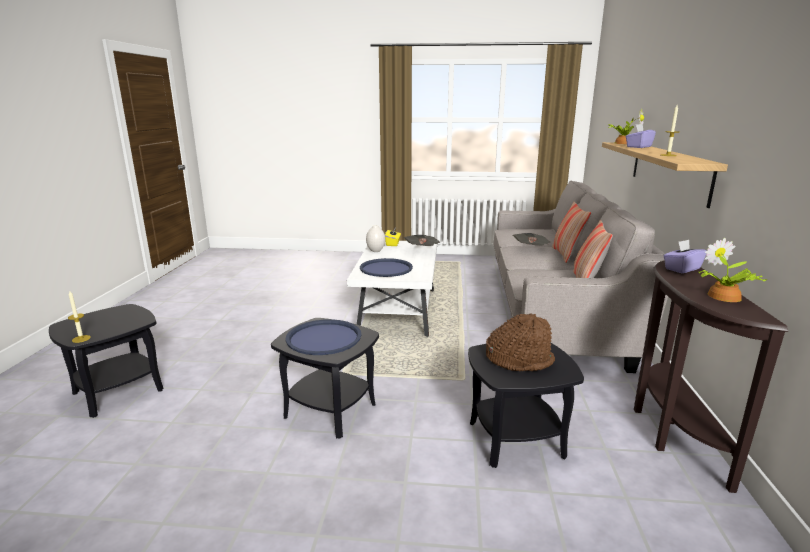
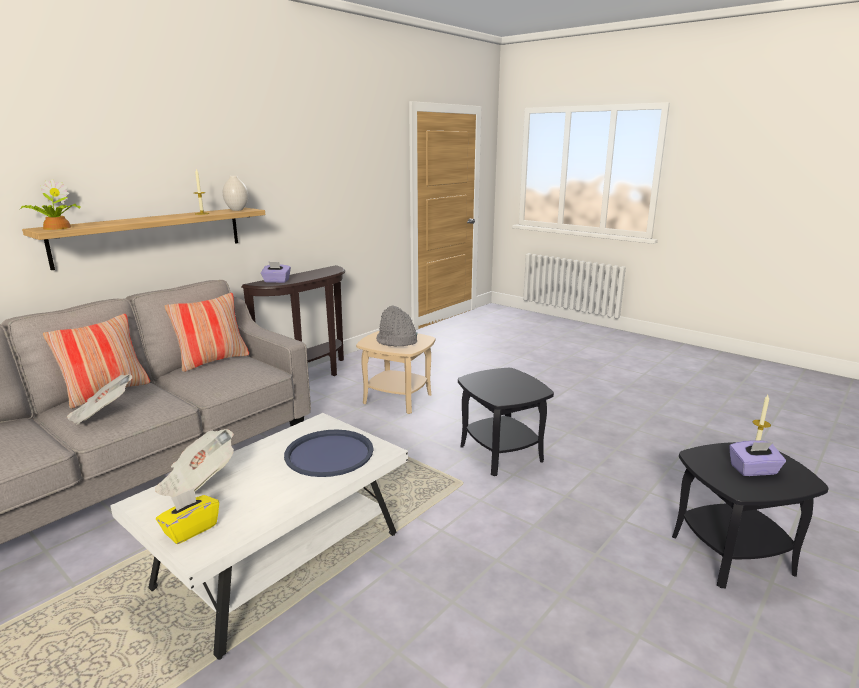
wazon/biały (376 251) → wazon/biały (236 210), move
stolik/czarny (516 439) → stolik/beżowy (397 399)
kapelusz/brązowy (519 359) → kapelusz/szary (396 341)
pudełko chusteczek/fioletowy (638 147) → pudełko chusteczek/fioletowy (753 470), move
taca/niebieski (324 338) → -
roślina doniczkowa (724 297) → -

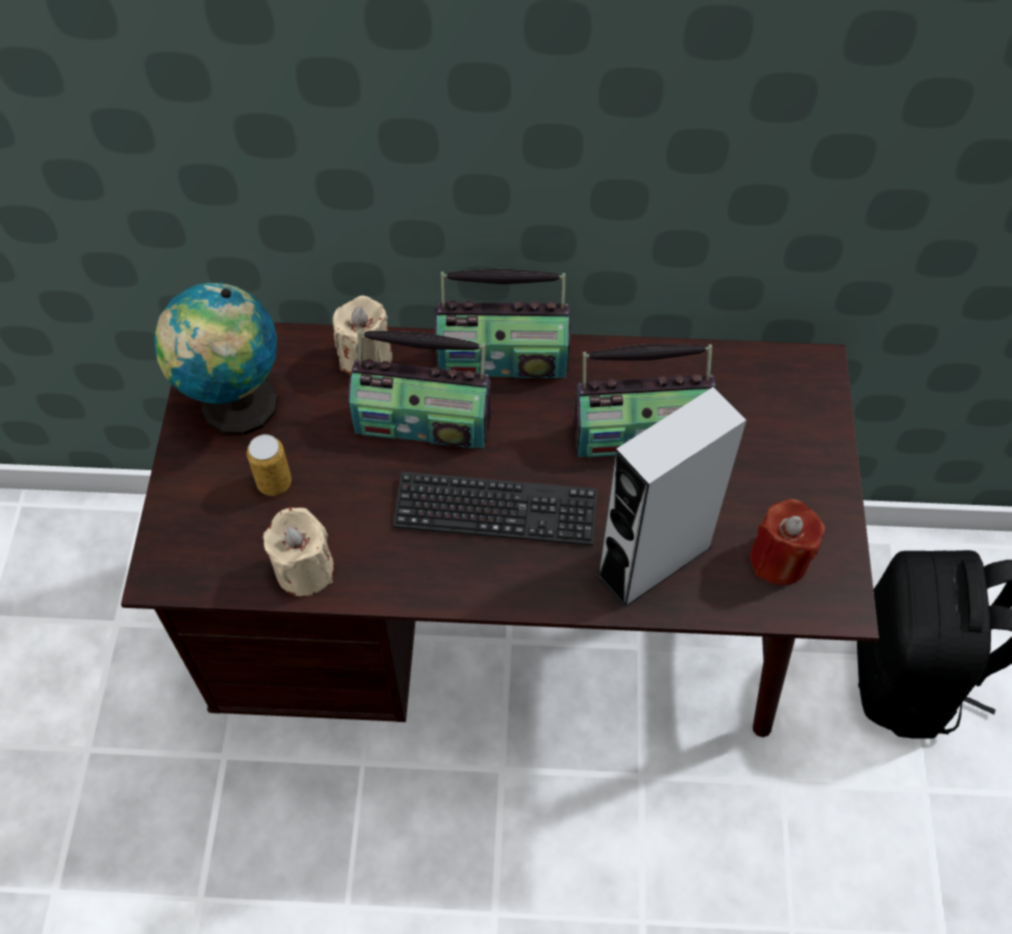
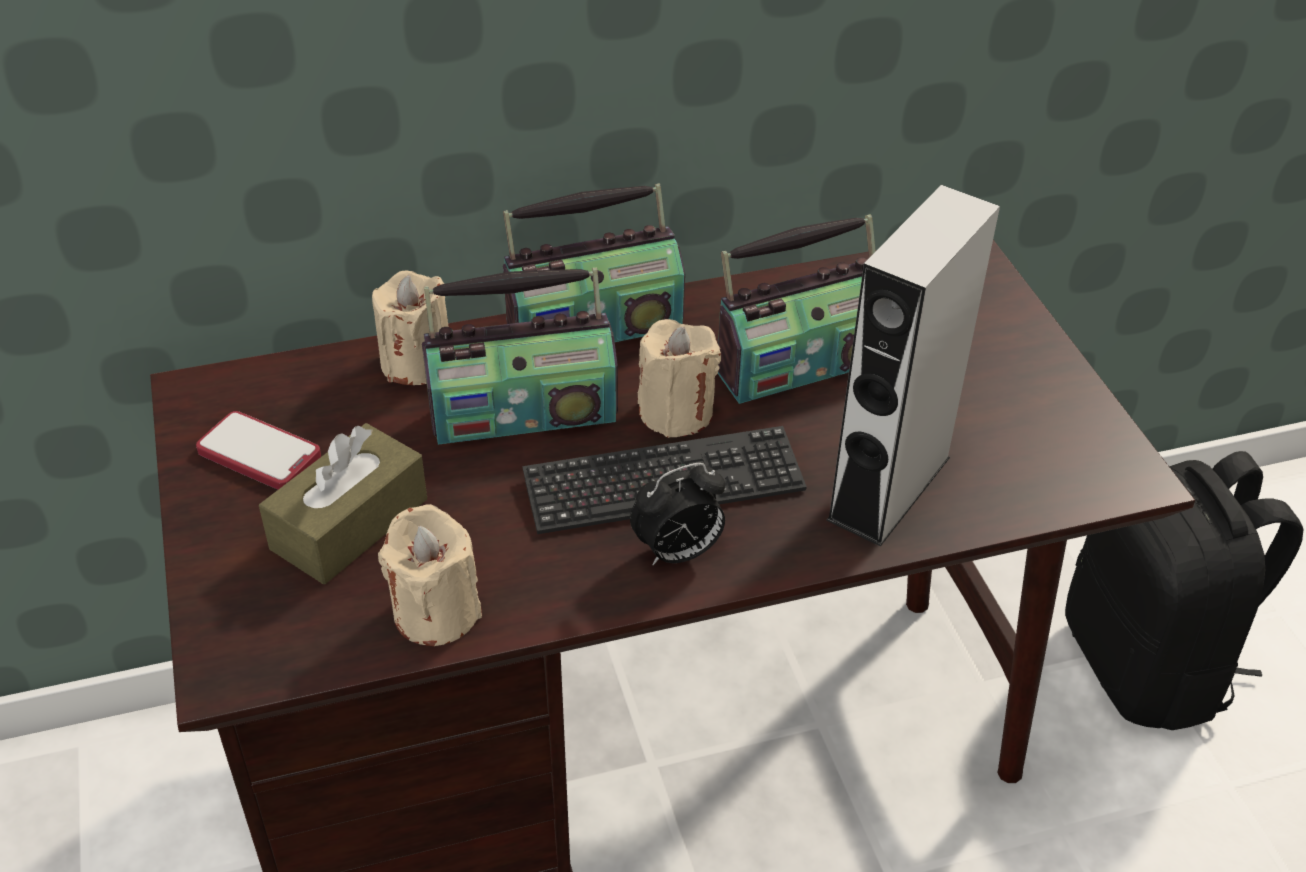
globus (235 407) → telefon (259 453)
puszka (274 482) → pudełko chusteczek/brązowy (349 524)
- → budzik (678 553)
- → świeca/beżowy (676 412)
świeca/czerwony (779 559) → -

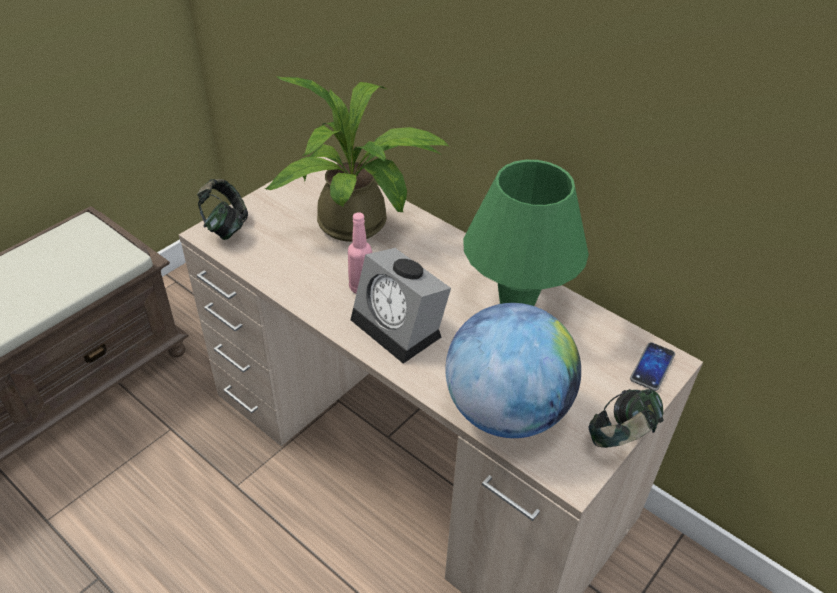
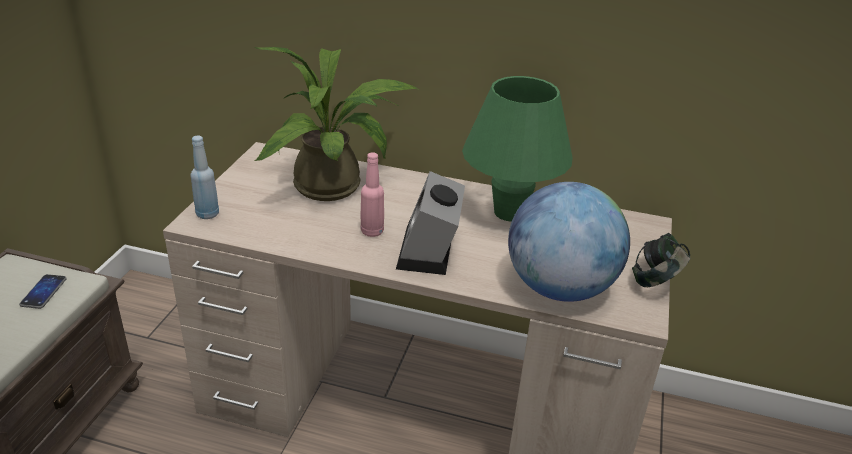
telefon (652 367) → telefon (44 292), move
słuchawki (225 227) → butelka/niebieski (208 214)
budzik (401 327) → budzik (429 252), 75 degrees clockwise

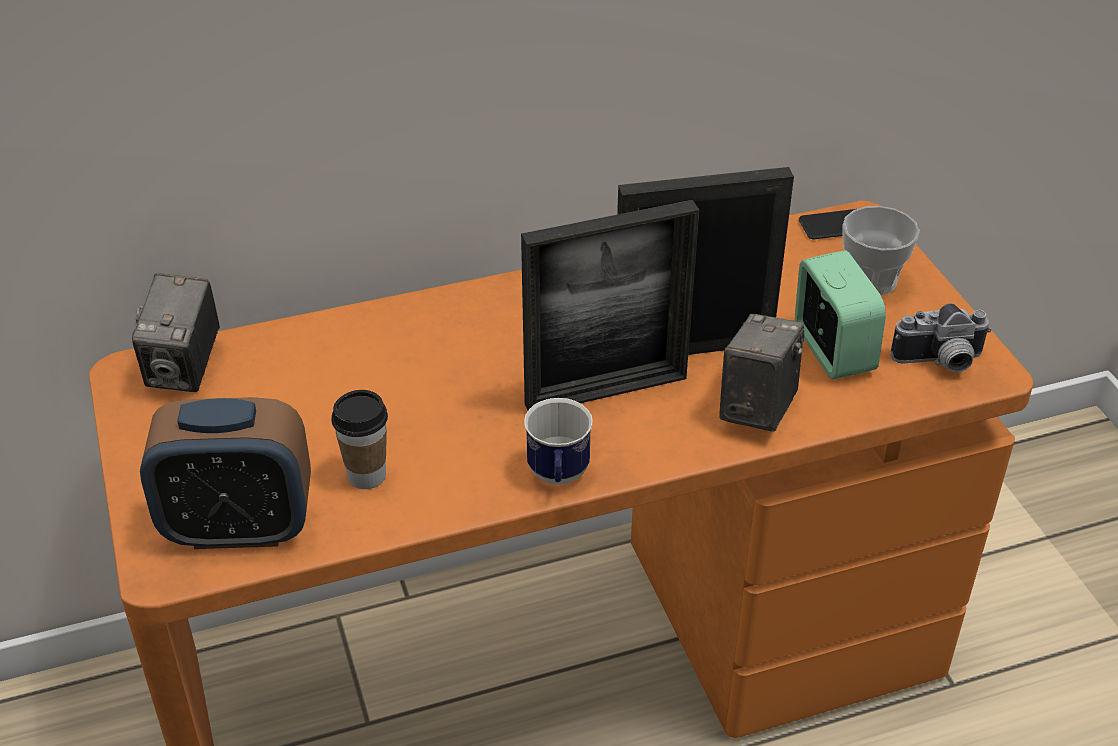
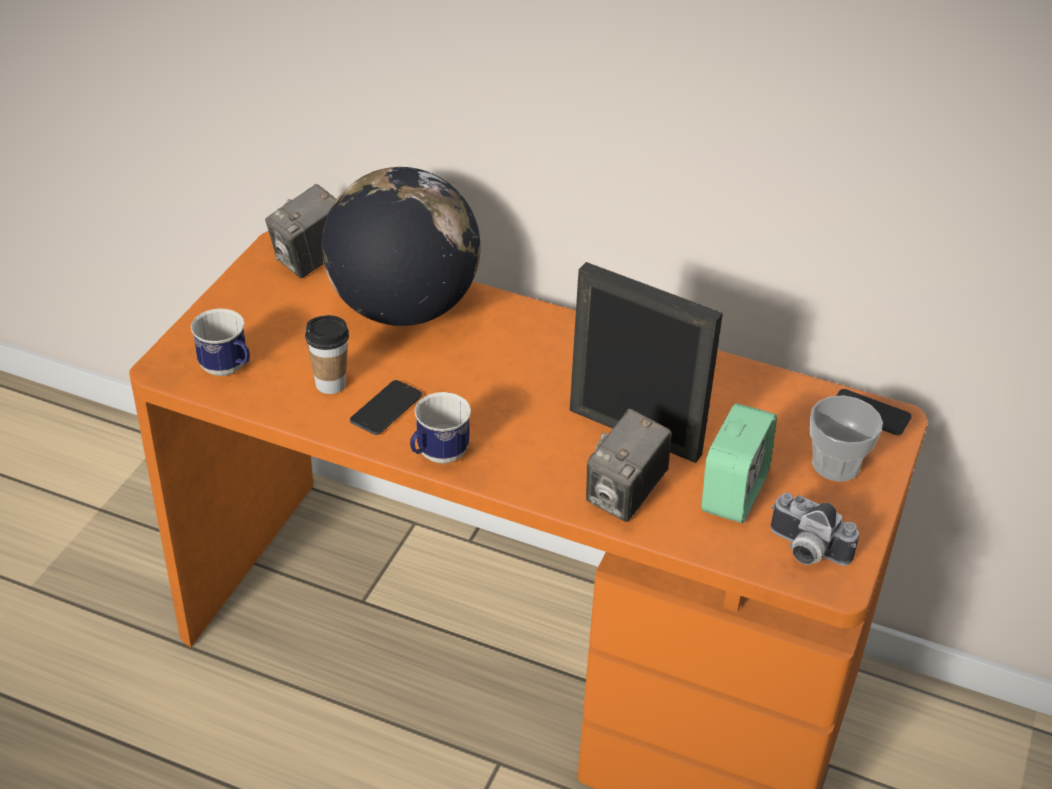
budzik (239 527) → kubek (228 369)
- → globus (403 308)
- → telefon (386 408)
aparat fotograficzny (757 407) → aparat fotograficzny (625 496), 150 degrees clockwise
ramka na zdjęcie (606 391) → -

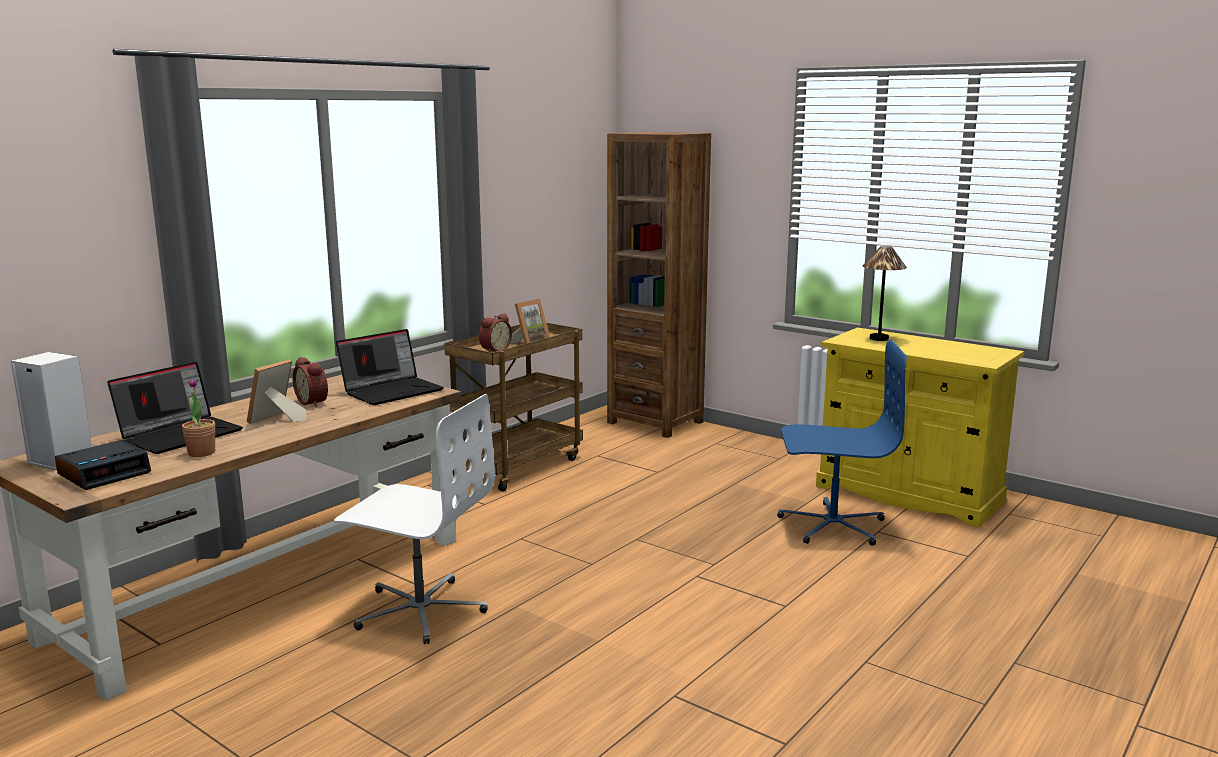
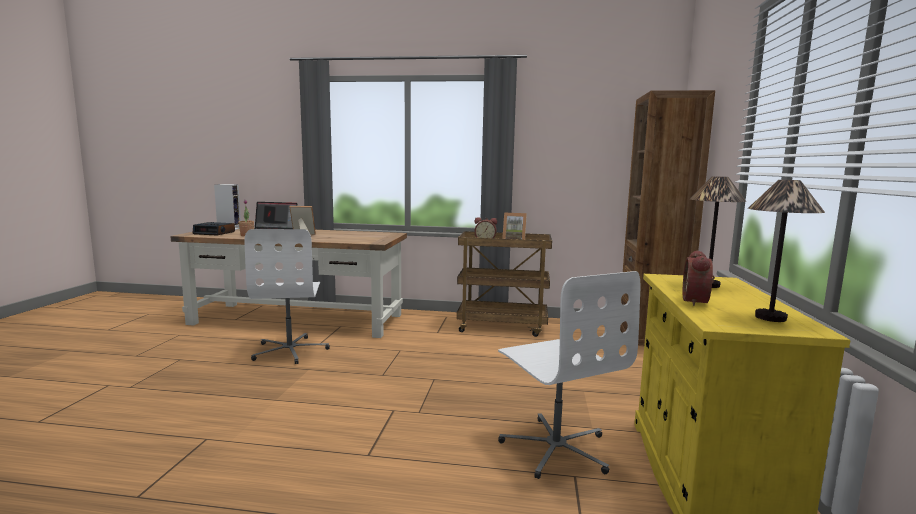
krzesło biurowe/niebieski (832 525) → krzesło biurowe/biały (556 448)
budzik (314 402) → budzik (698 302), move
- → lampa stołowa (770 317)
laptop (392 391) → -

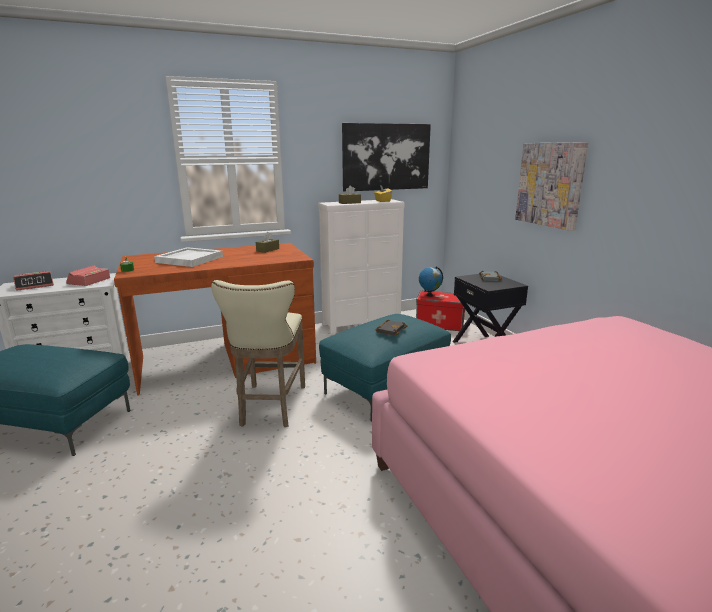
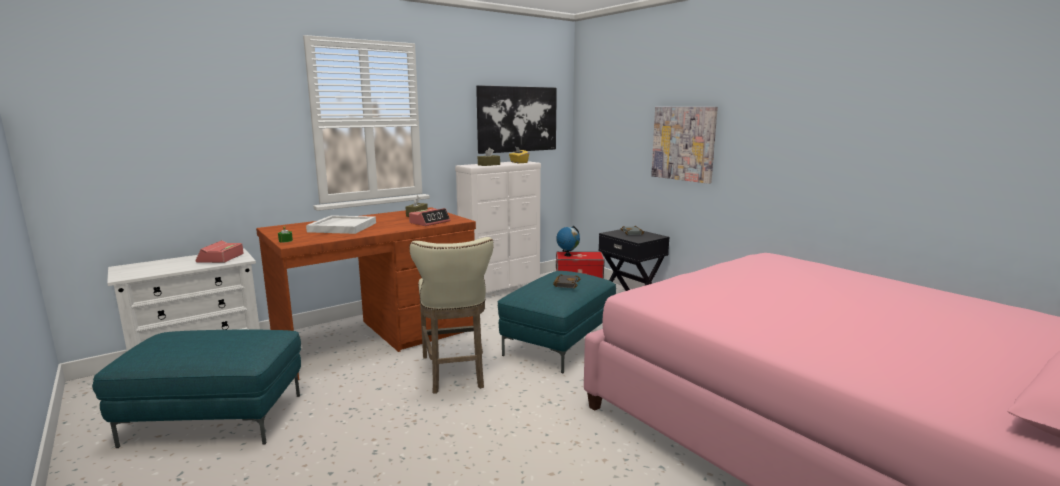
budzik (35 285) → budzik (430 222), move

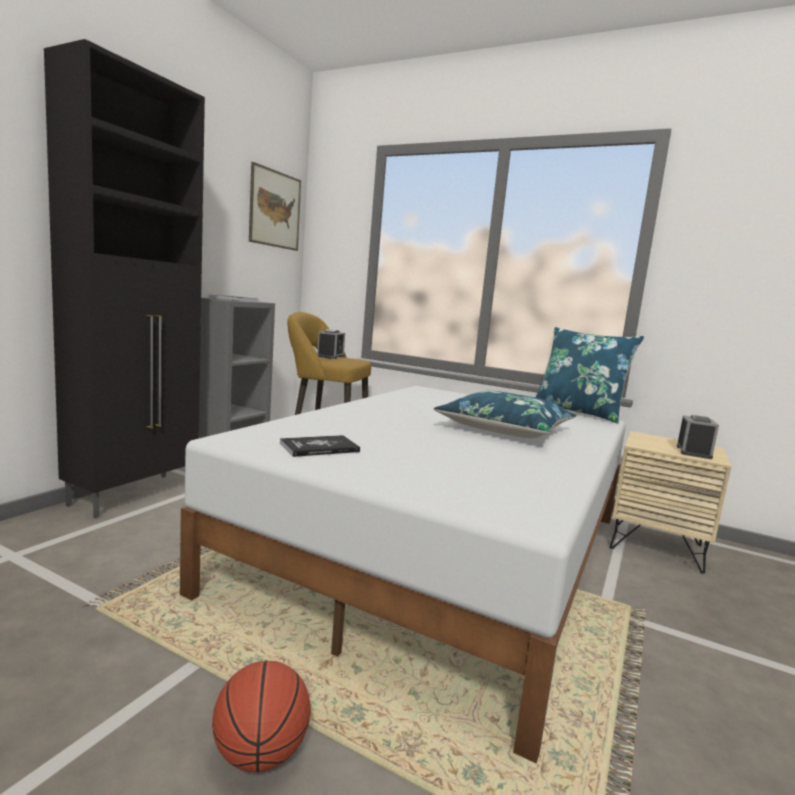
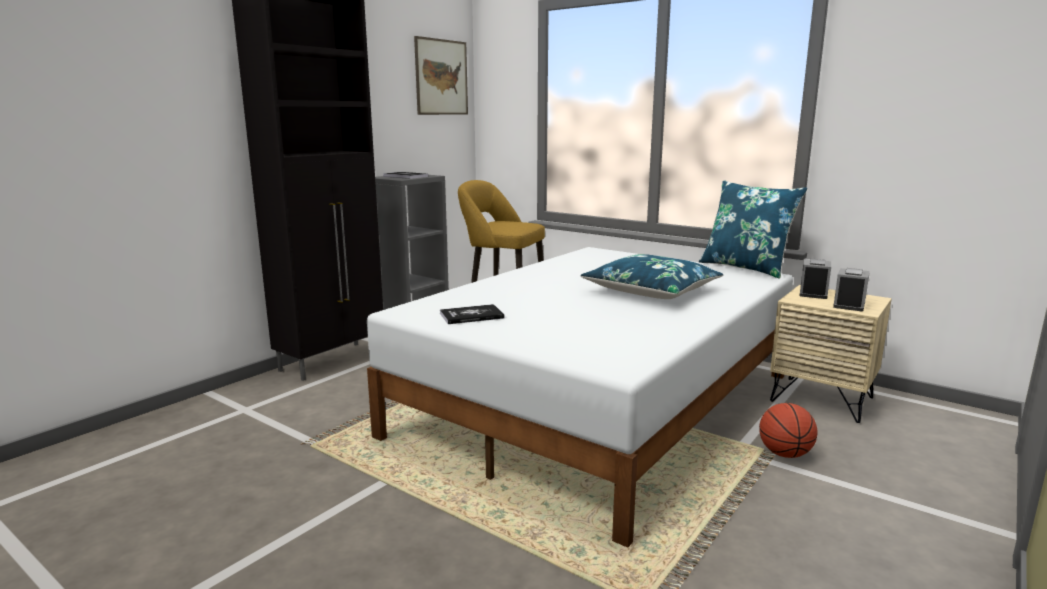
piłka do koszykówki (260 754) → piłka do koszykówki (785 454), move
budzik (330 356) → budzik (813 293), move

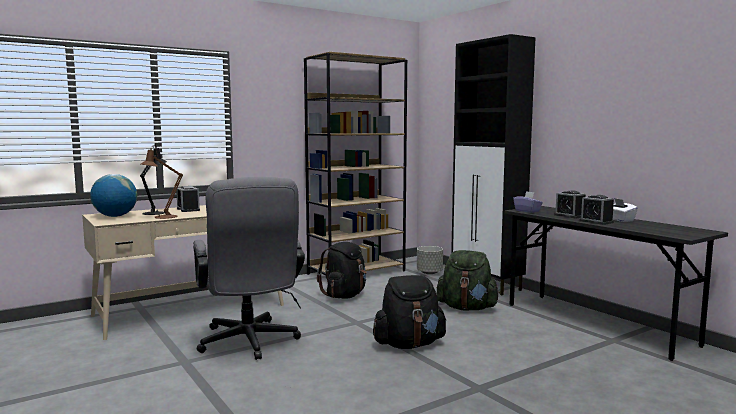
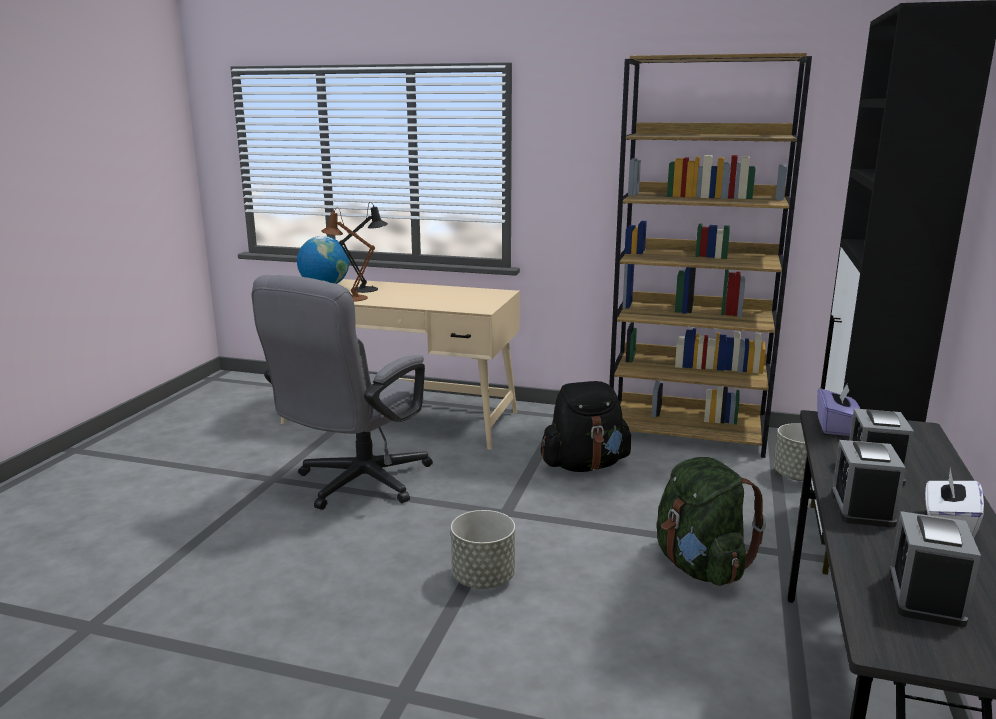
plecak/czarny (409 344) → donica/szary (483 578)
budzik (188 209) → budzik (925 597), move

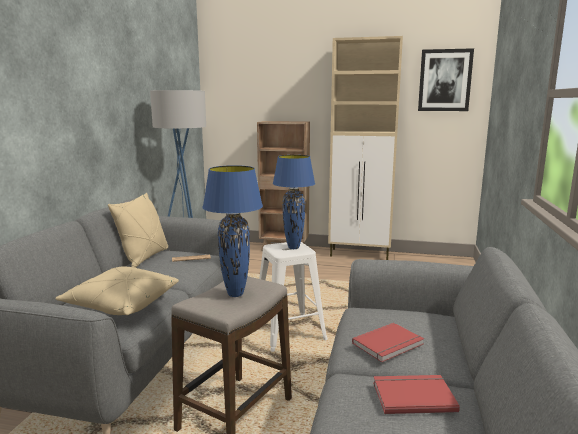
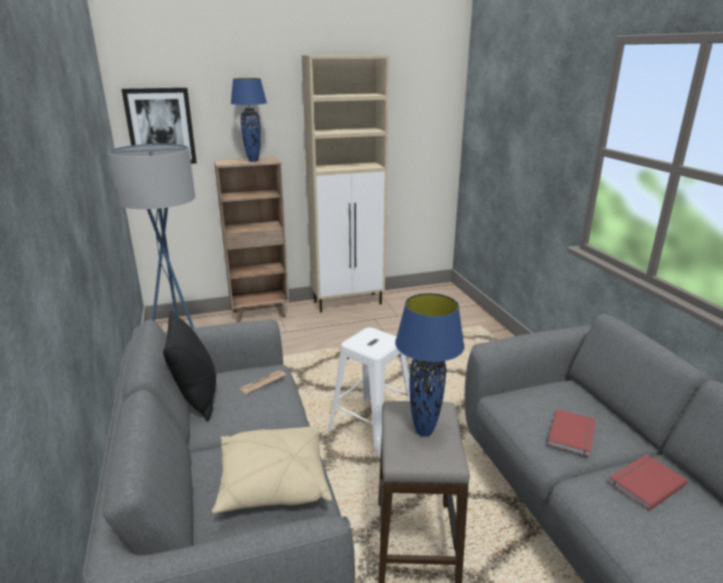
obraz (445 80) → obraz (160 127), move
poduszka/beżowy (144 258) → poduszka/czarny (197 397)
lampa stołowa/niebieski (293 247) → lampa stołowa/niebieski (253 161), move

